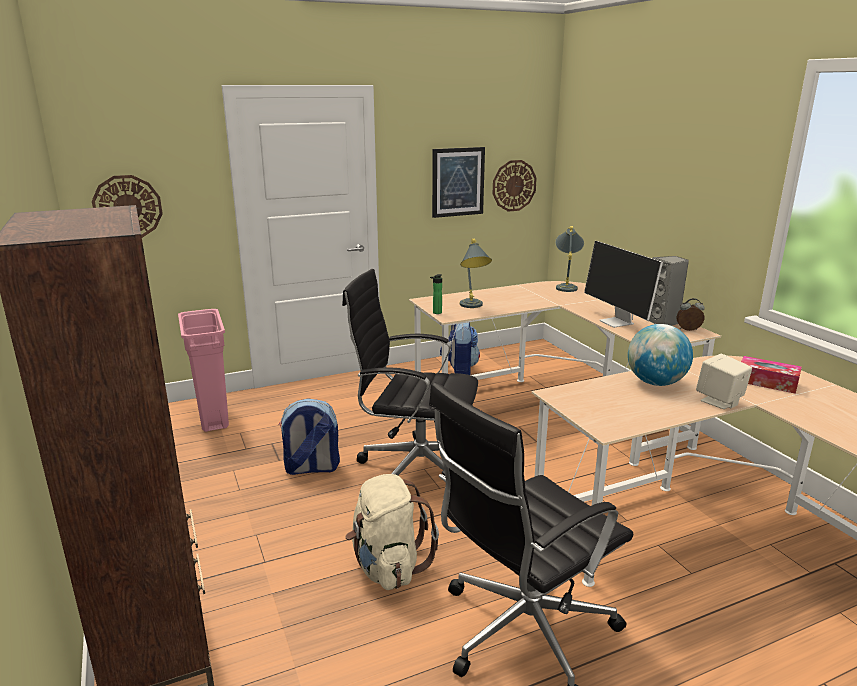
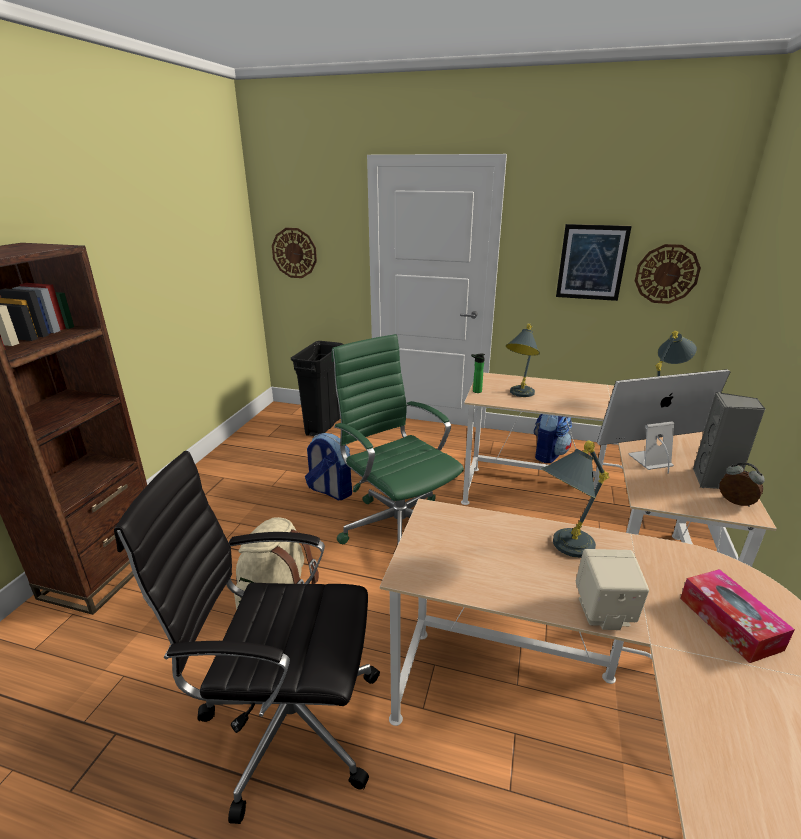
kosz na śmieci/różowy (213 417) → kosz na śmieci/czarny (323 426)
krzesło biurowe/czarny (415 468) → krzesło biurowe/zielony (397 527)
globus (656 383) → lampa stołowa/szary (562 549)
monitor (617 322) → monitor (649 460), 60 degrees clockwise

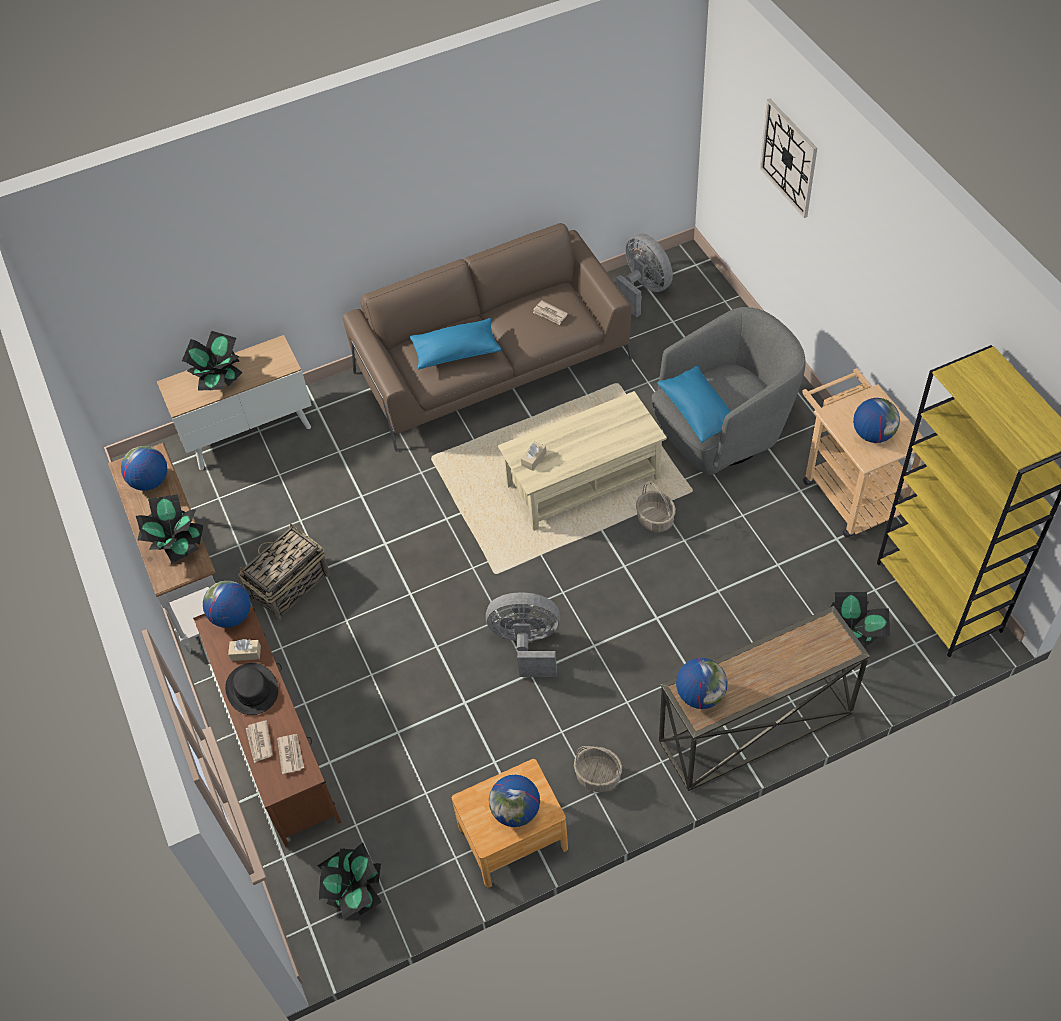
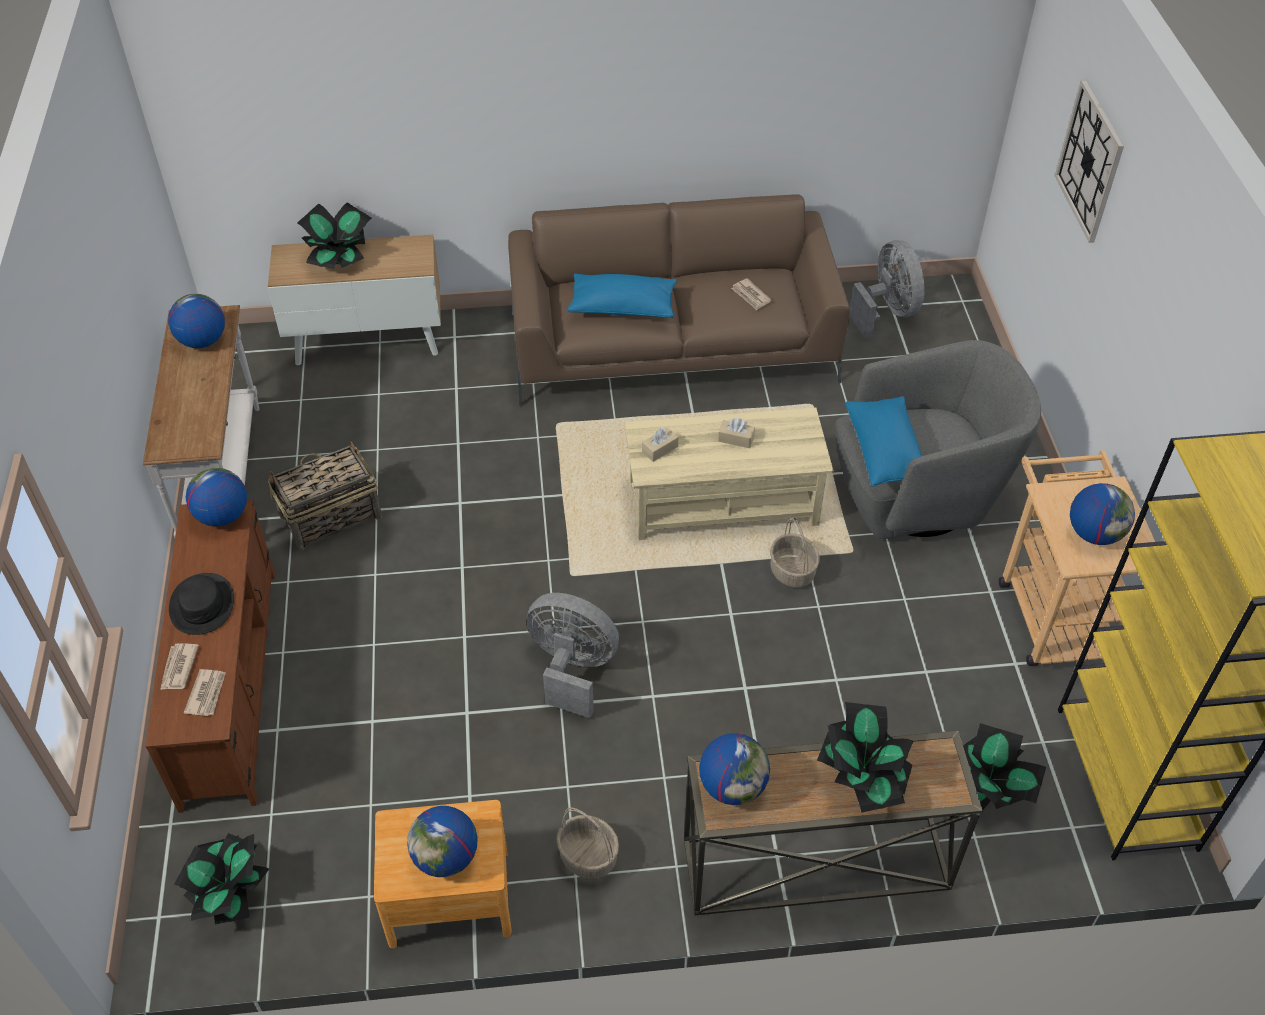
pudełko chusteczek/beżowy (246 653) → pudełko chusteczek/beżowy (736 439), move
roślina doniczkowa (176 543) → roślina doniczkowa (862 777), move

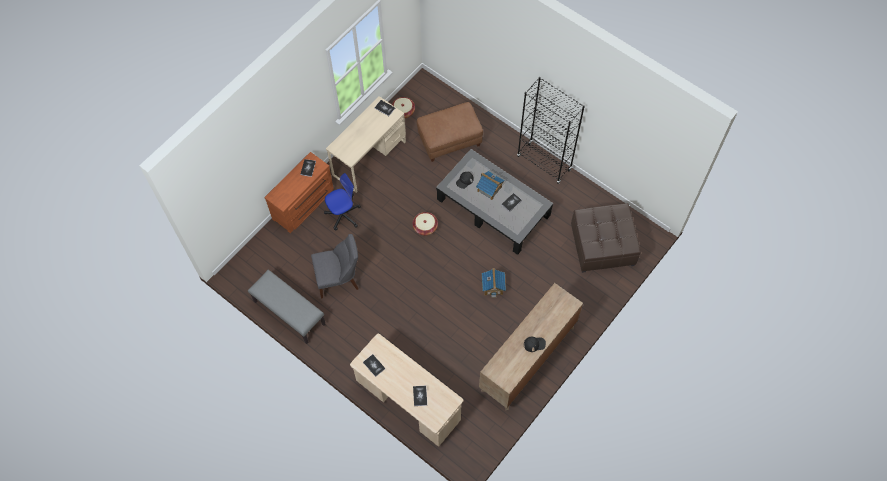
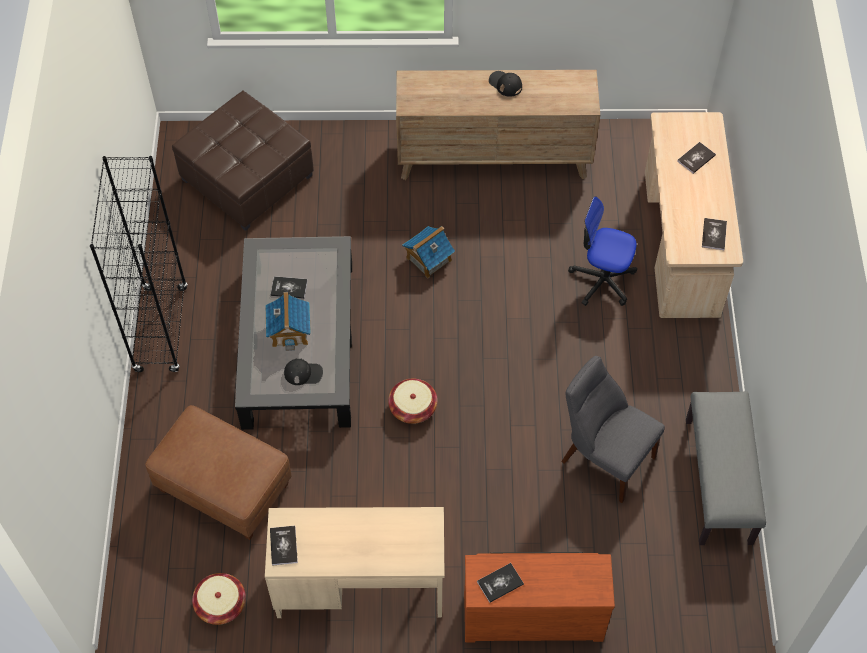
krzesło biurowe (343 215) → krzesło biurowe (602 280), move

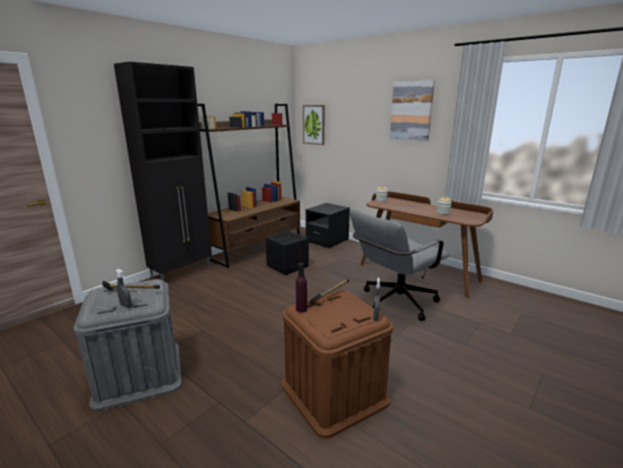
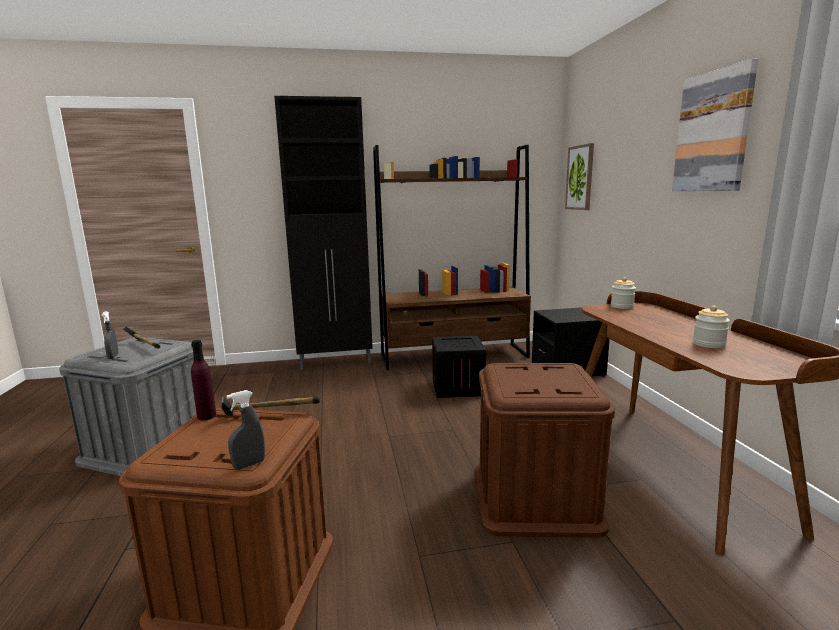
krzesło biurowe/szary (394 303) → pojemnik do przechowywania/brązowy (535 497)

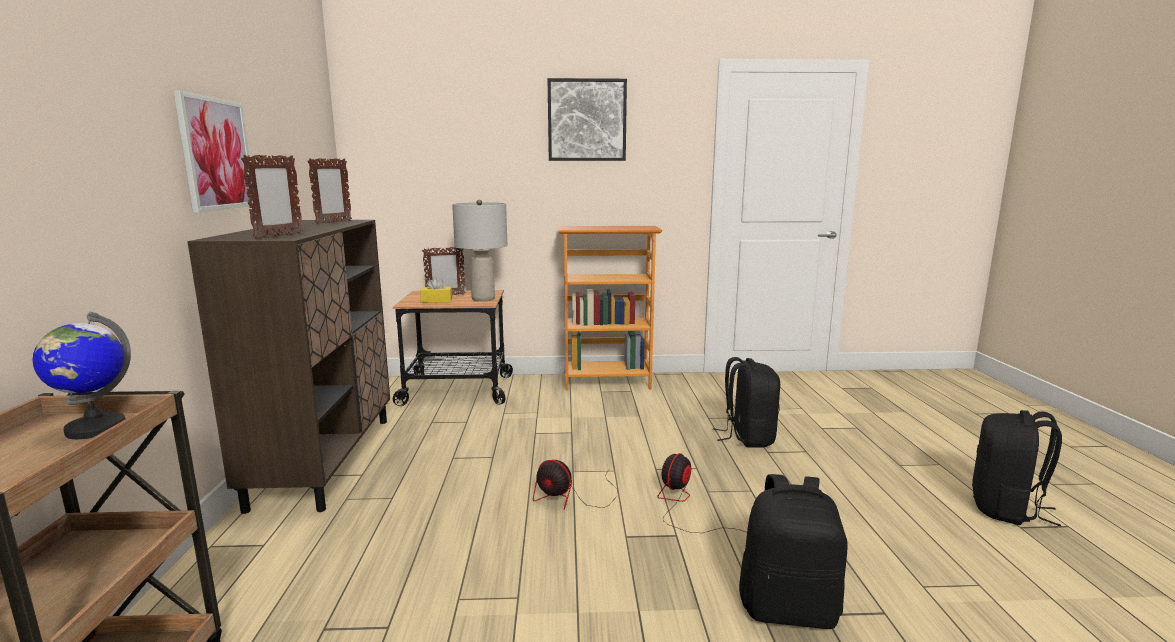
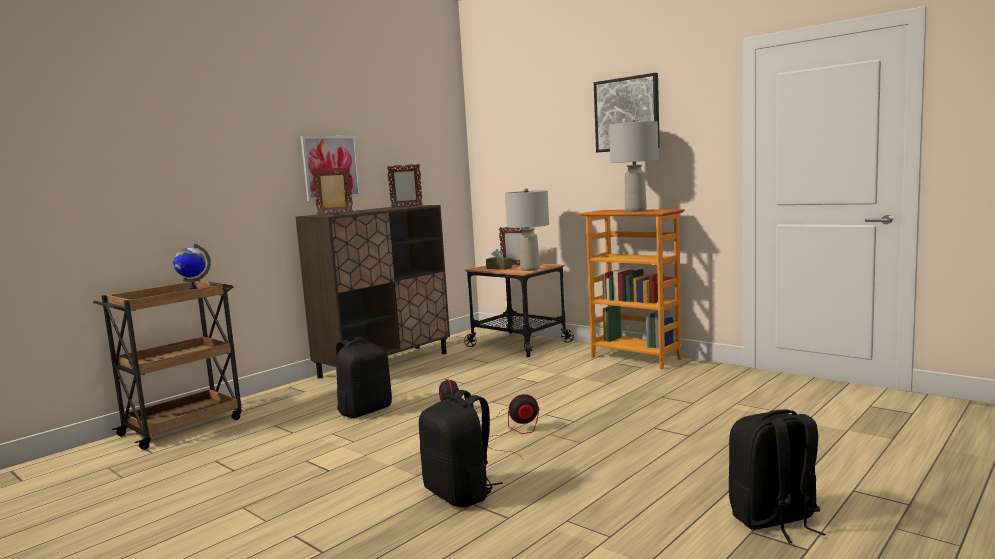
ramka na zdjęcie (278 236) → ramka na zdjęcie (335 214), 150 degrees counterclockwise
plecak/czarny (747 437) → plecak/czarny (365 410), move
pudełko chusteczek/żółty (436 301) → pudełko chusteczek/brązowy (499 268)
- → lampa stołowa/szary (635 211)

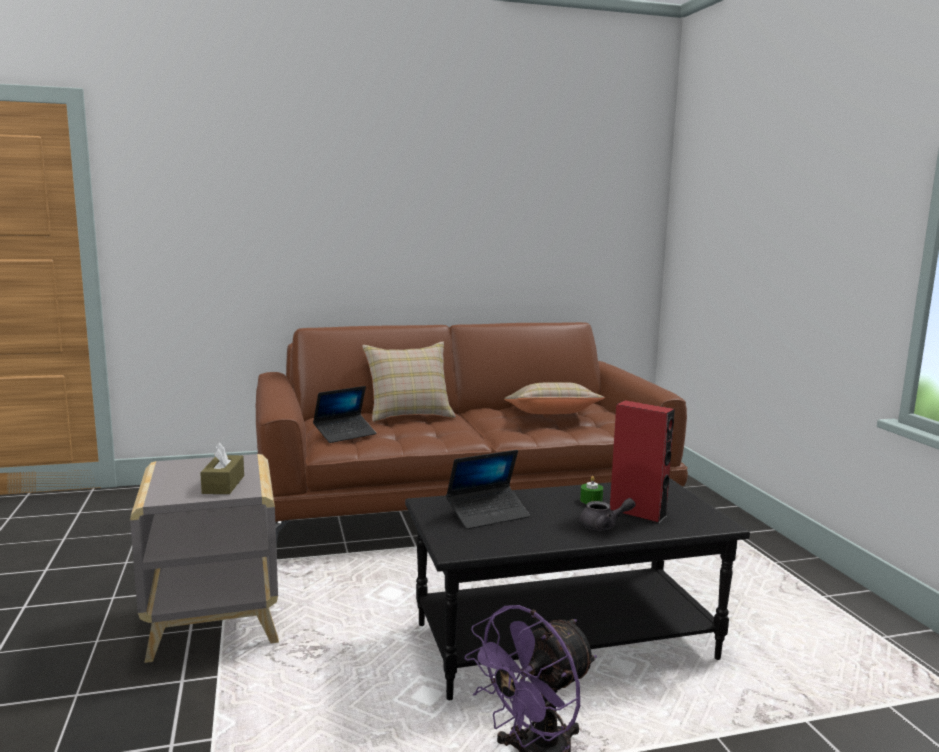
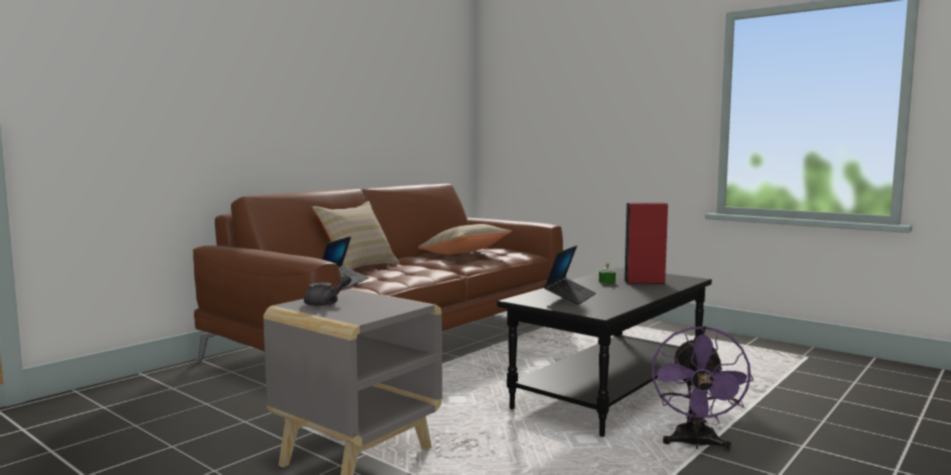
imbryk/szary (603 526) → imbryk/szary (327 303), move
pudełko chusteczek/brązowy (223 484) → -

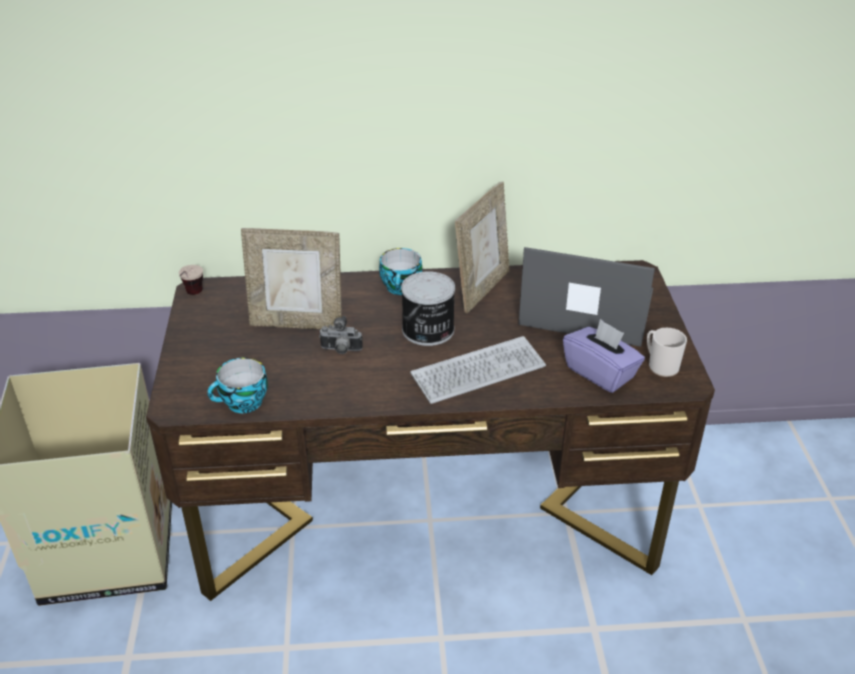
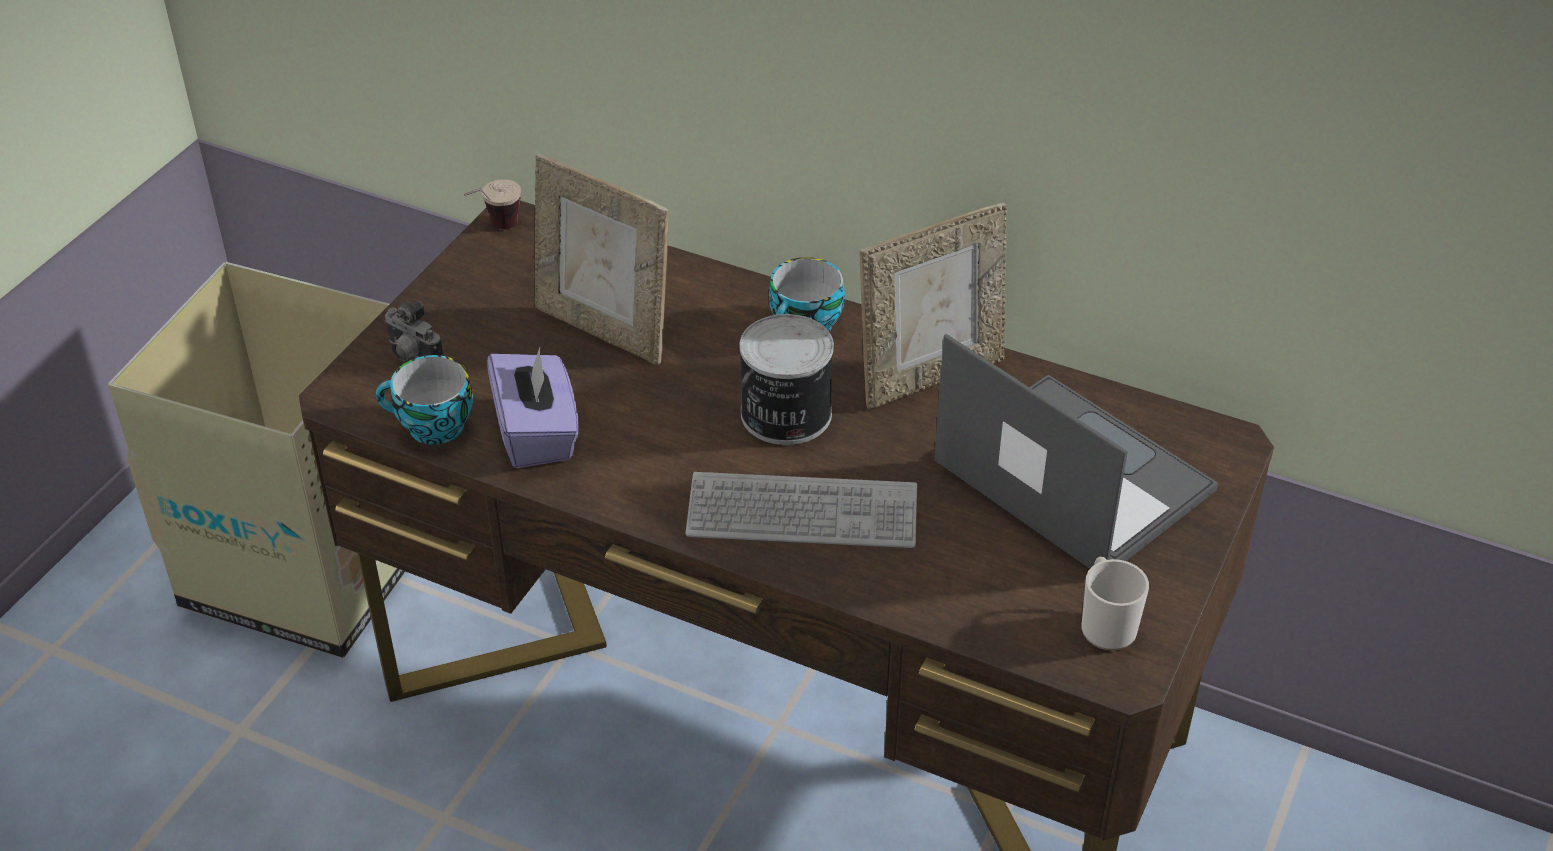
aparat fotograficzny (340 350) → aparat fotograficzny (411 355), move
pudełko chusteczek/fioletowy (600 373) → pudełko chusteczek/fioletowy (537 434), move

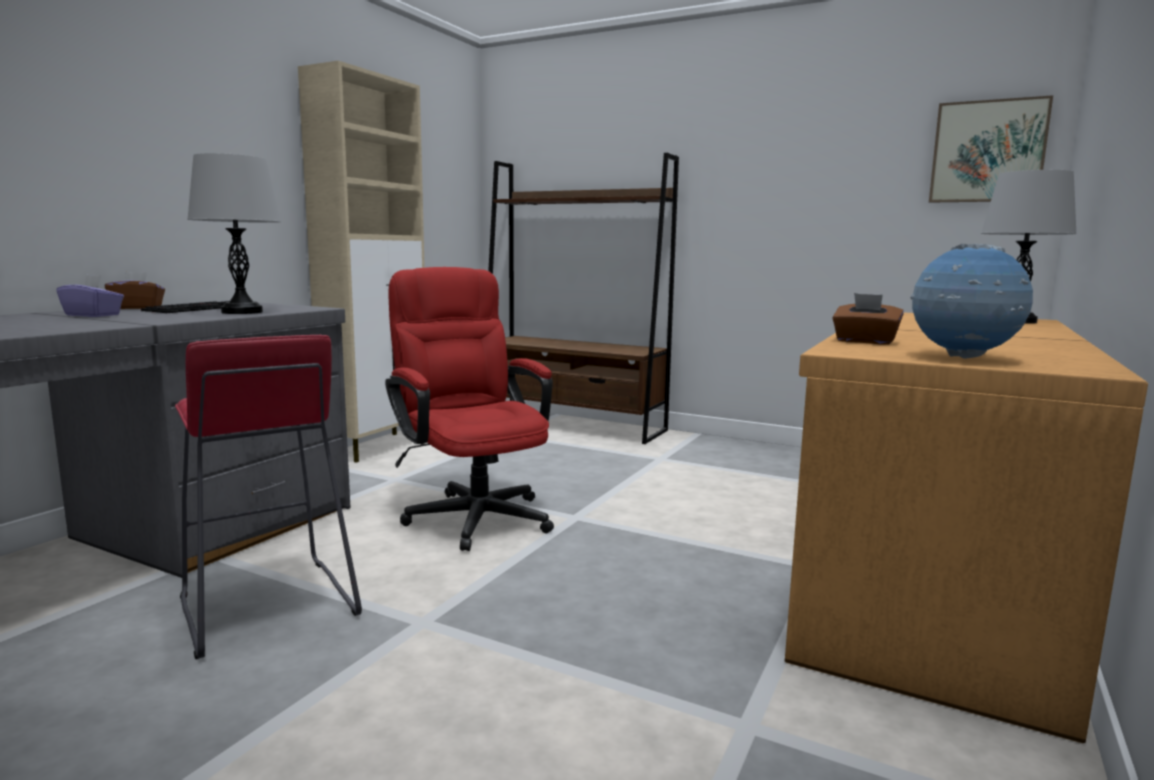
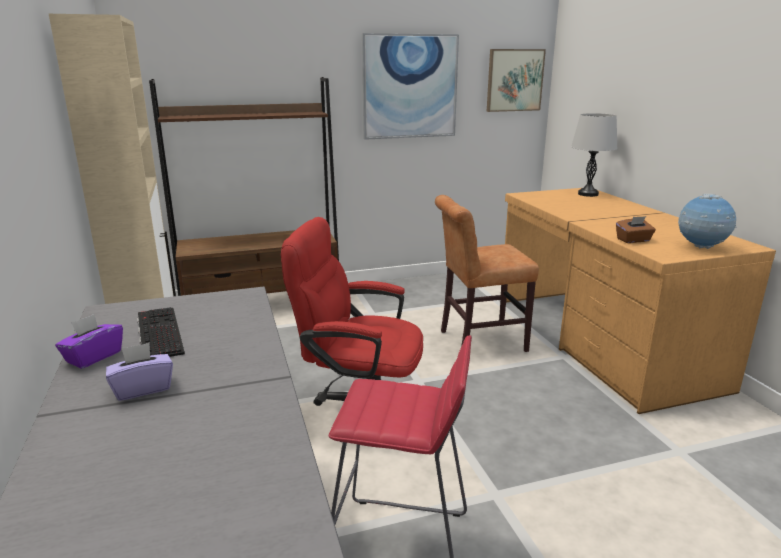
pudełko chusteczek/brązowy (138 308) → pudełko chusteczek/fioletowy (93 357)
- → obraz (410 87)
- → krzesło/brązowy (478 341)
lampa stołowa/szary (242 312) → -

